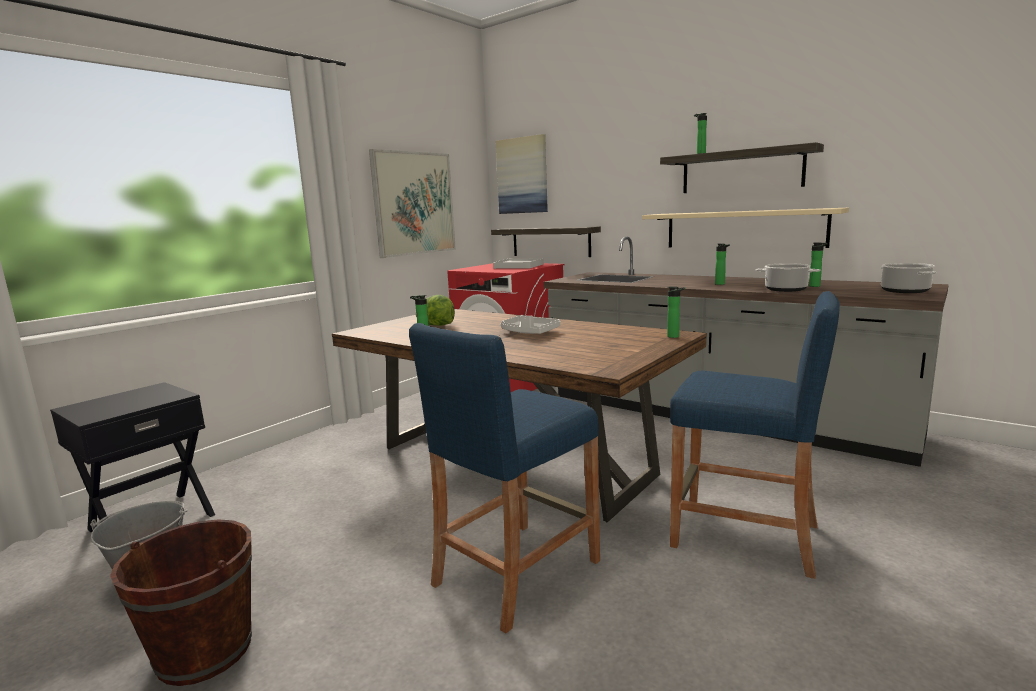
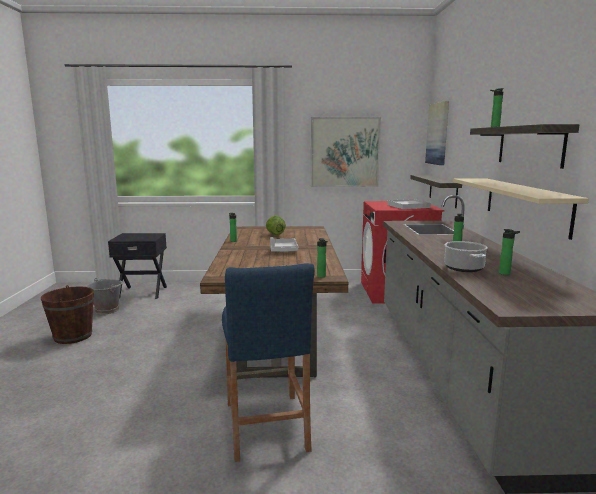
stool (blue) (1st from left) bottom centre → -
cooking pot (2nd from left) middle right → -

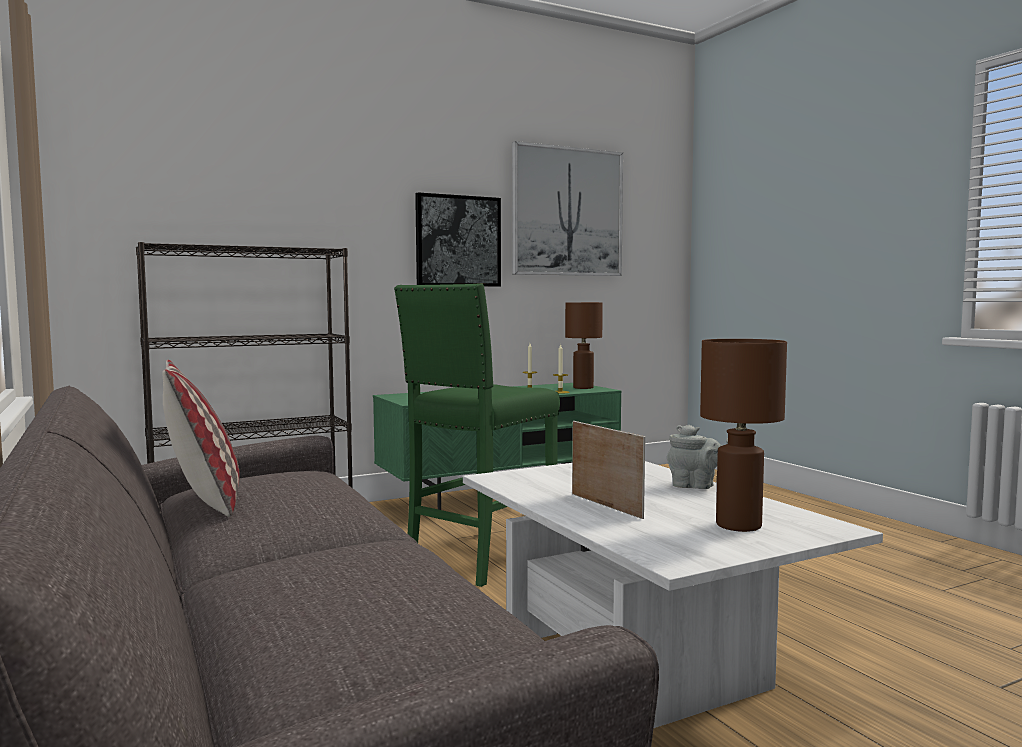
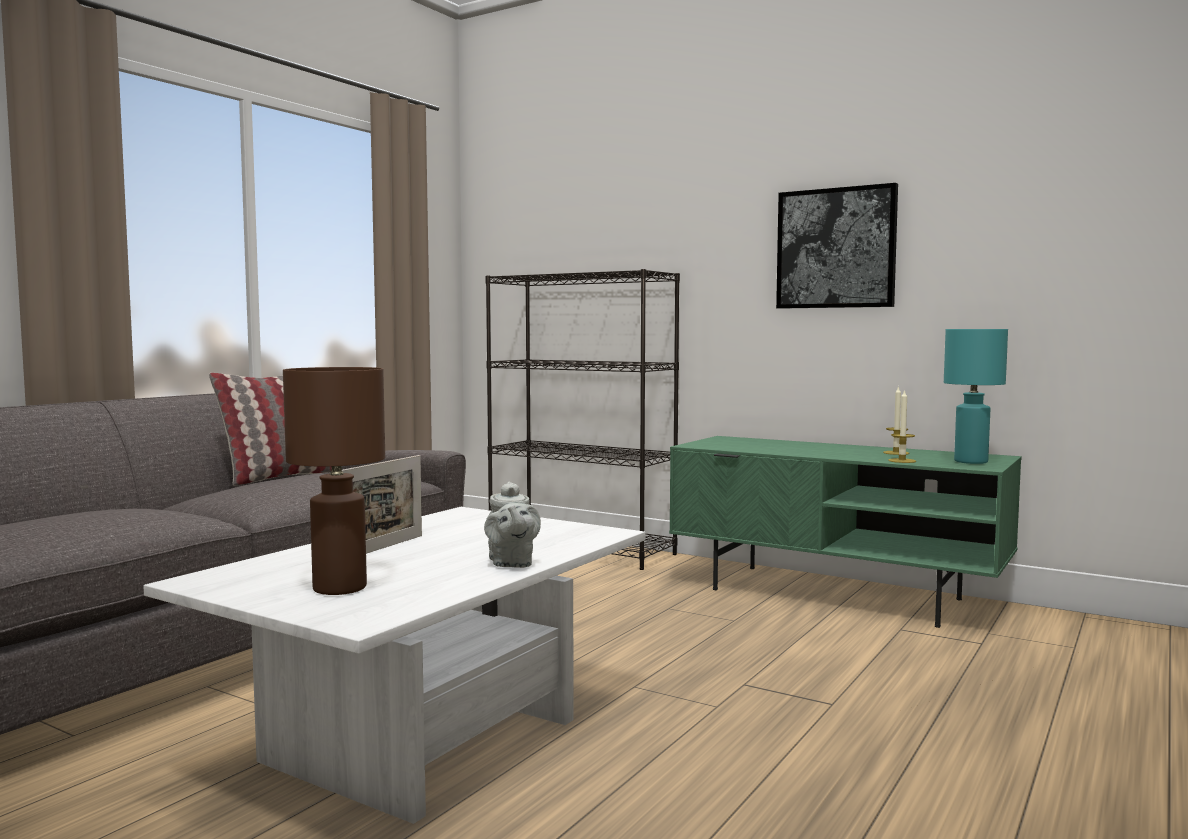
stool (green) centre → -
picture (2nd from left) top centre → -
table lamp (brown) (1st from left) centre → table lamp (turquoise) middle right

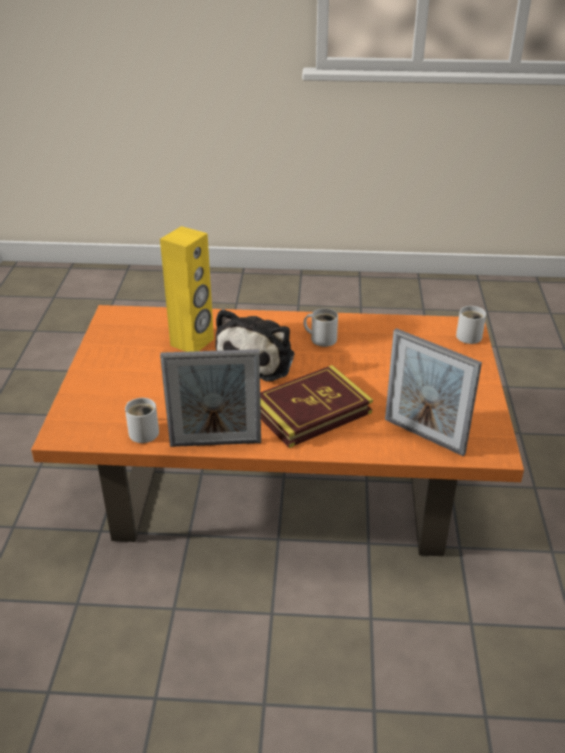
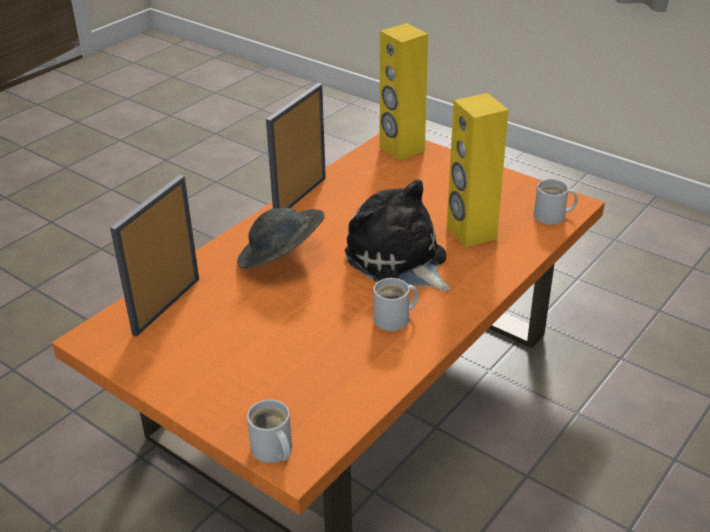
- → speaker (yellow) (1st from left) top centre
mug (white) (1st from left in the first image) middle left → mug (white) (3rd from left) middle right, move
book centre → hat (grey) centre
picture frame (2nd from left in the first image) middle right → picture frame (1st from left) middle left, 45 degrees counterclockwise

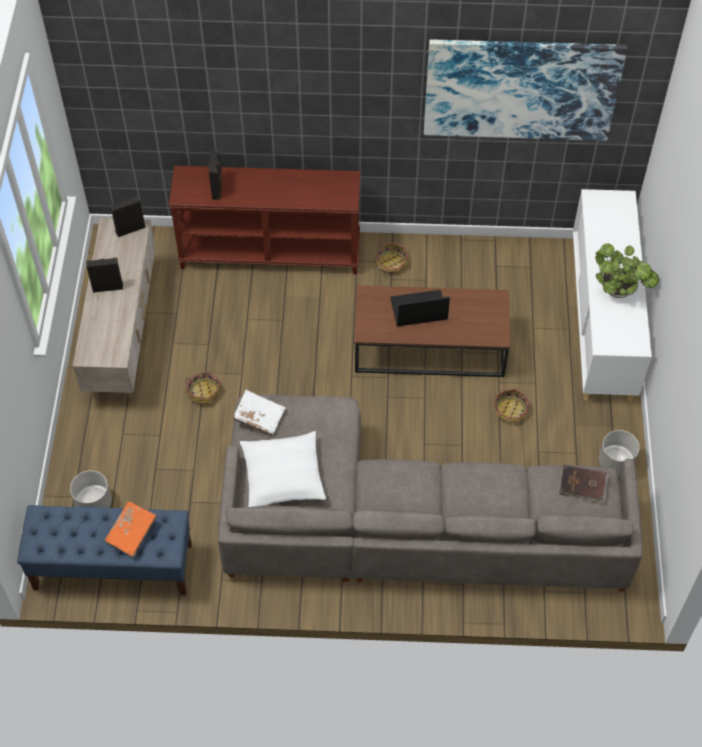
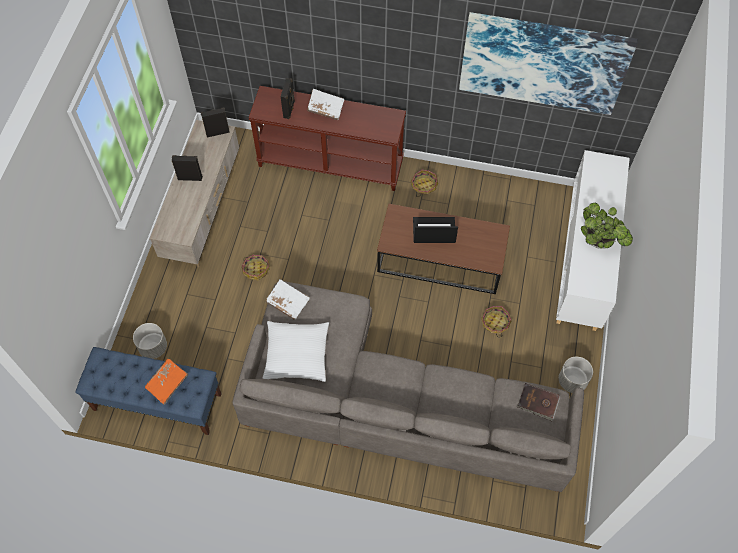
- → book (white) (2nd from left) top centre

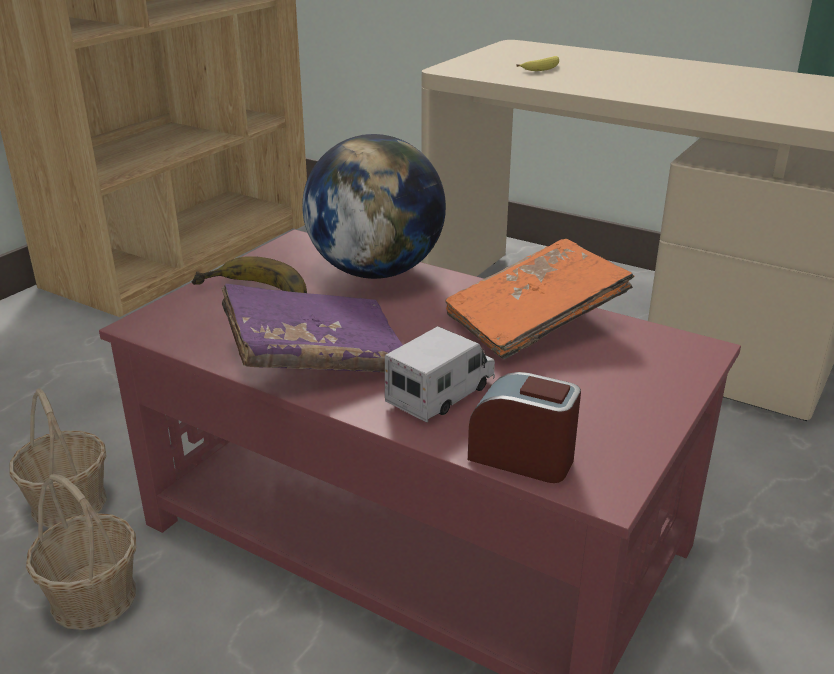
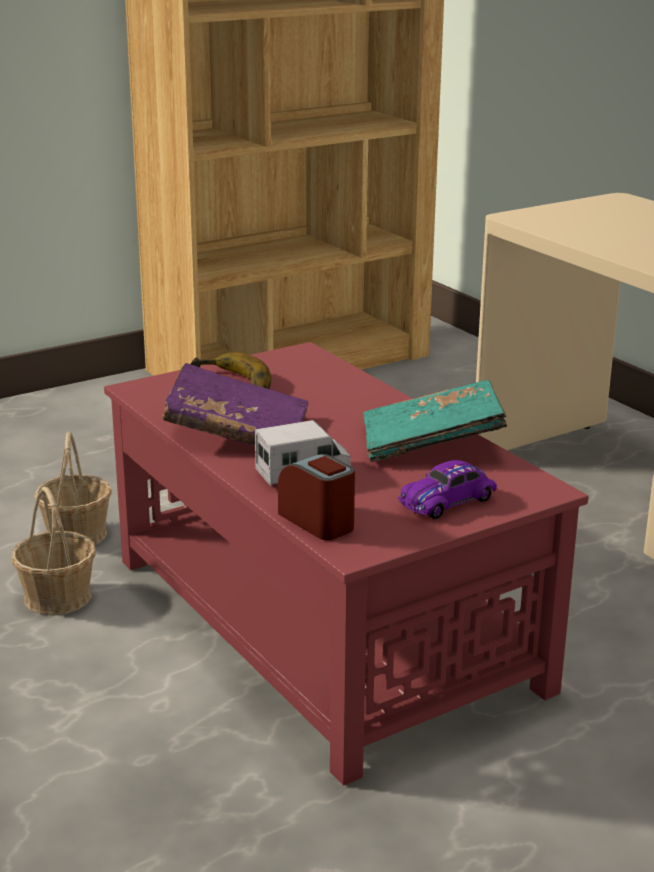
globe top centre → -
banana (2nd from left) top centre → -
- → toy car (purple) middle right
book (orange) centre → book (turquoise) centre

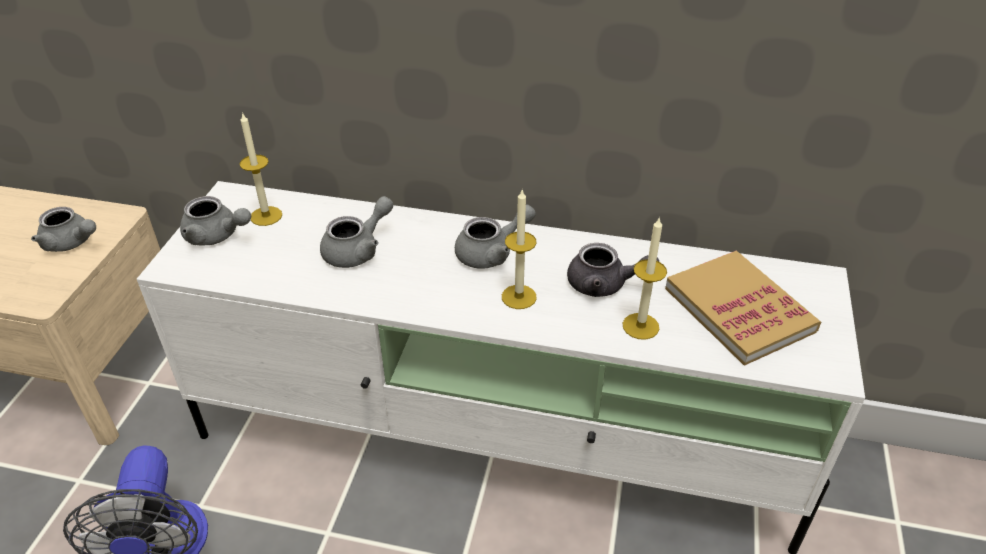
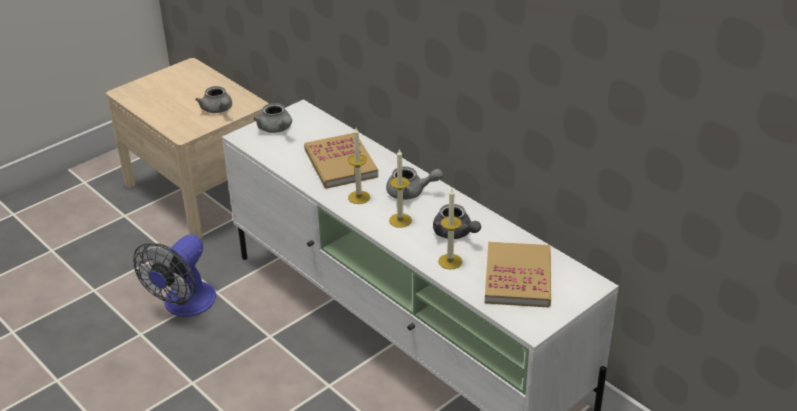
candle (1st from left) top left → candle (1st from left) centre, move
teapot (grey) (3rd from left) centre → book (1st from left) centre

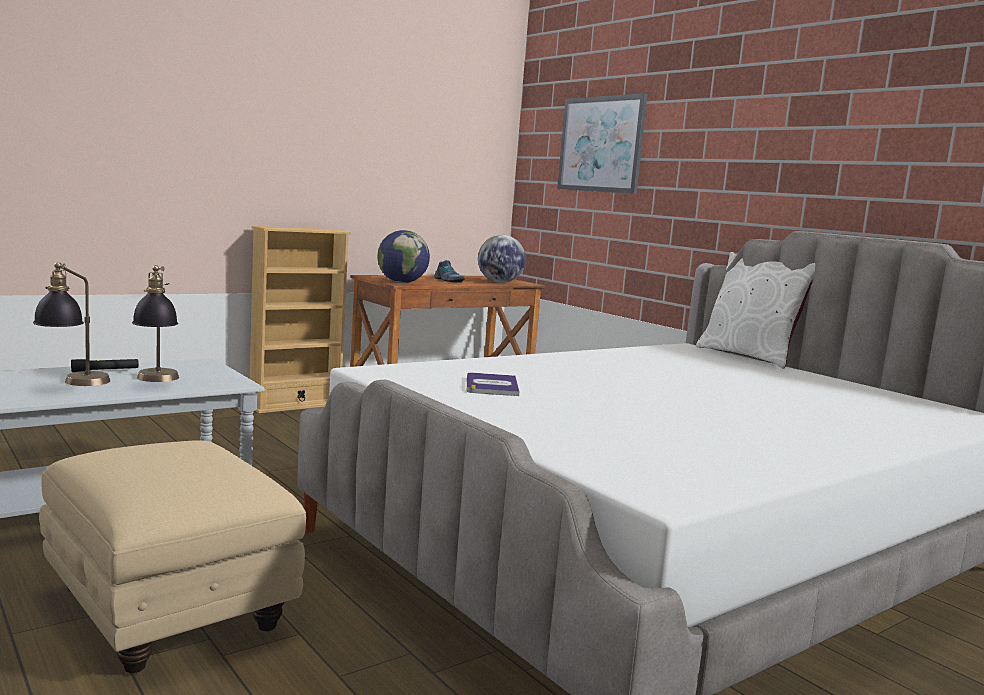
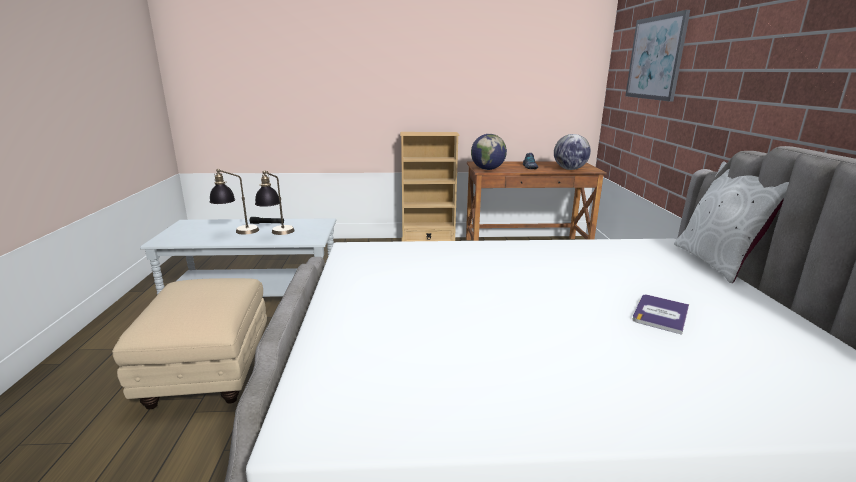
book centre → book middle right, move

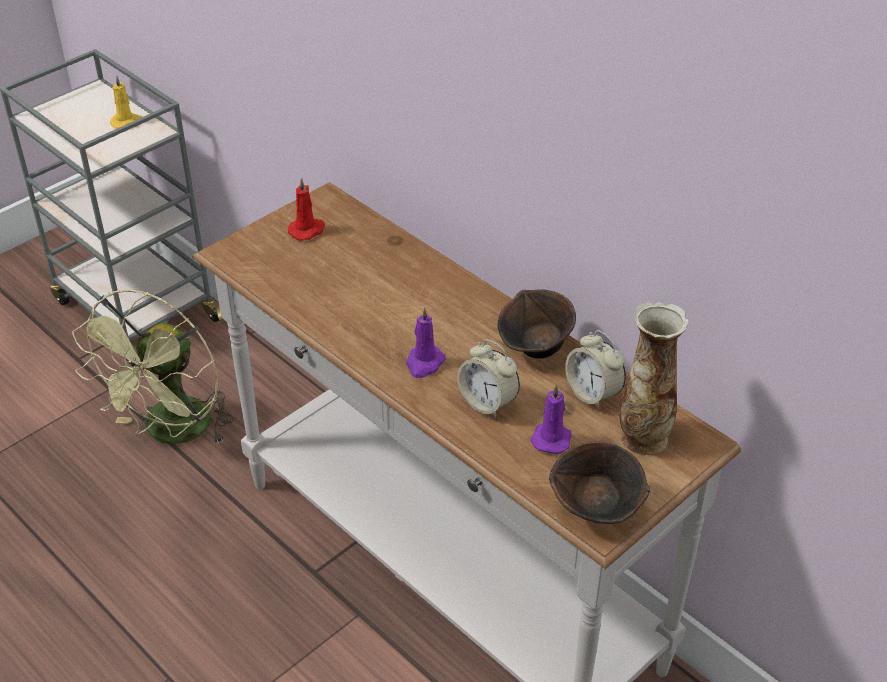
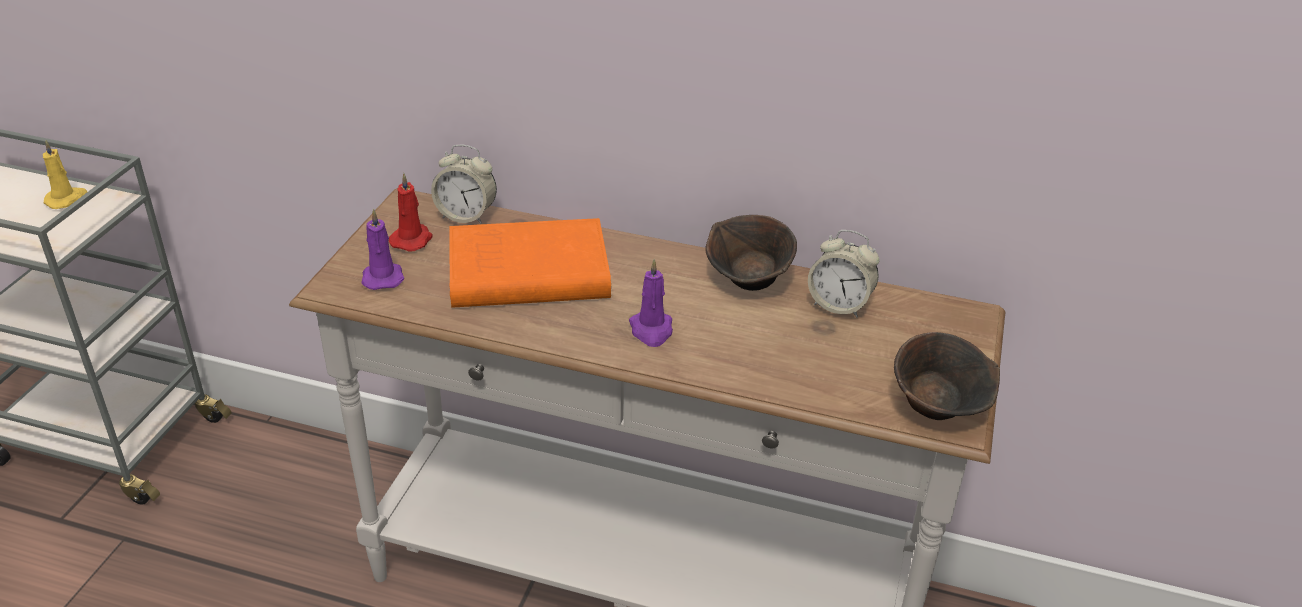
fan (green) middle left → -
vase middle right → -
- → book (orange) centre
alarm clock (1st from left) centre → alarm clock (1st from left) top centre, move
candle (purple) (2nd from left in the first image) centre → candle (purple) (1st from left) middle left, move

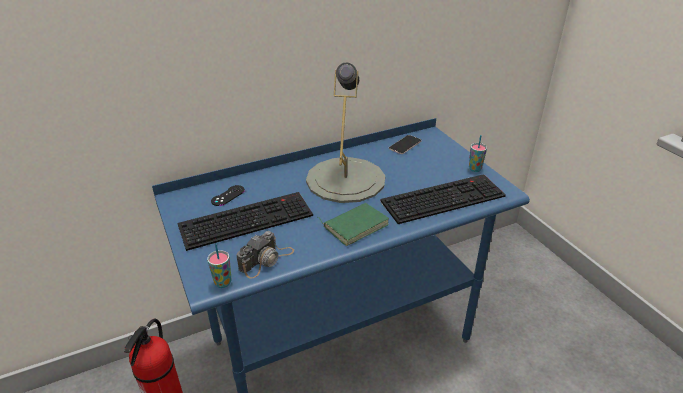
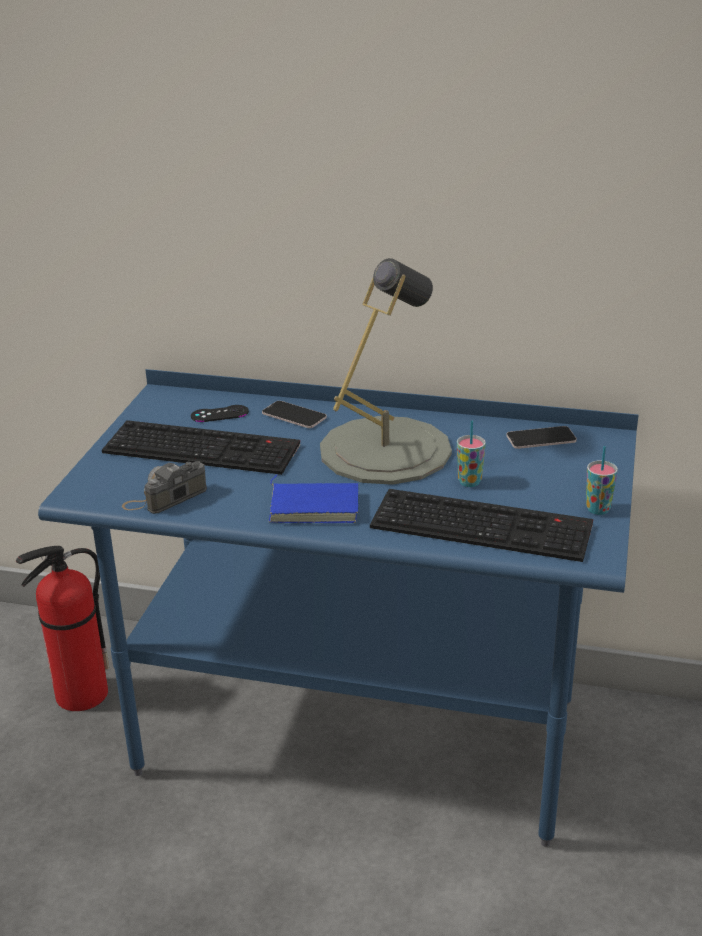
- → phone (1st from left) centre
cup (1st from left) bottom left → cup (1st from left) middle right, move
book (green) centre → book (blue) centre
photo camera centre → photo camera middle left, 150 degrees clockwise

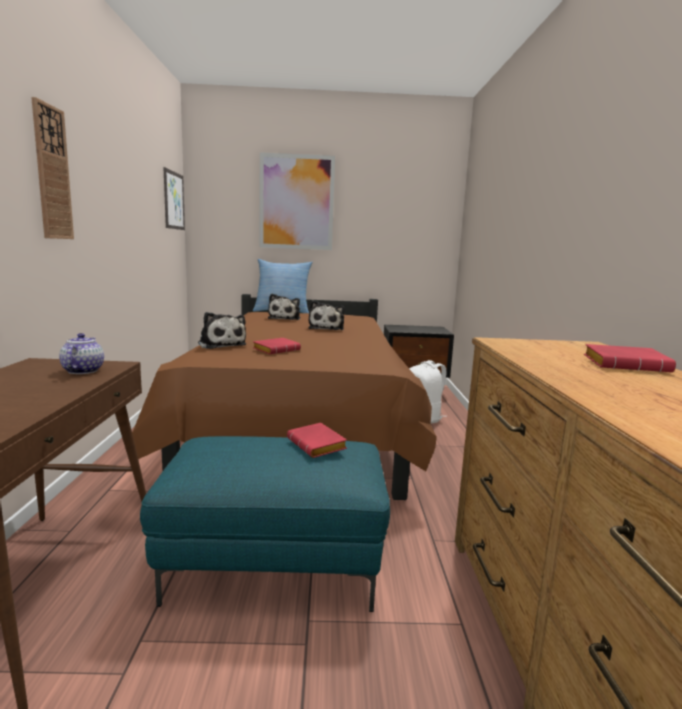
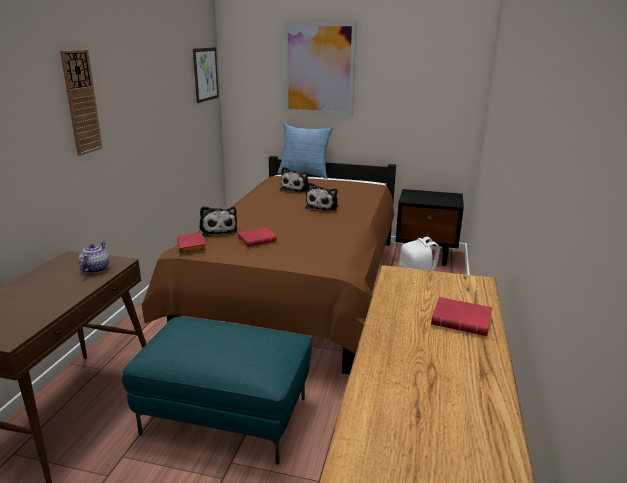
book (red) (2nd from left in the first image) centre → book (red) (1st from left) middle left, move

